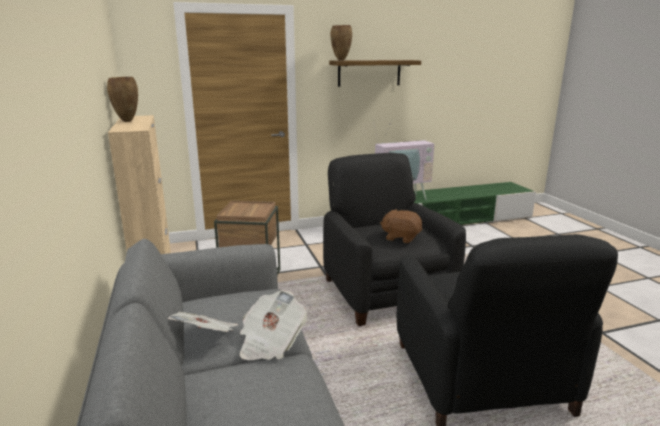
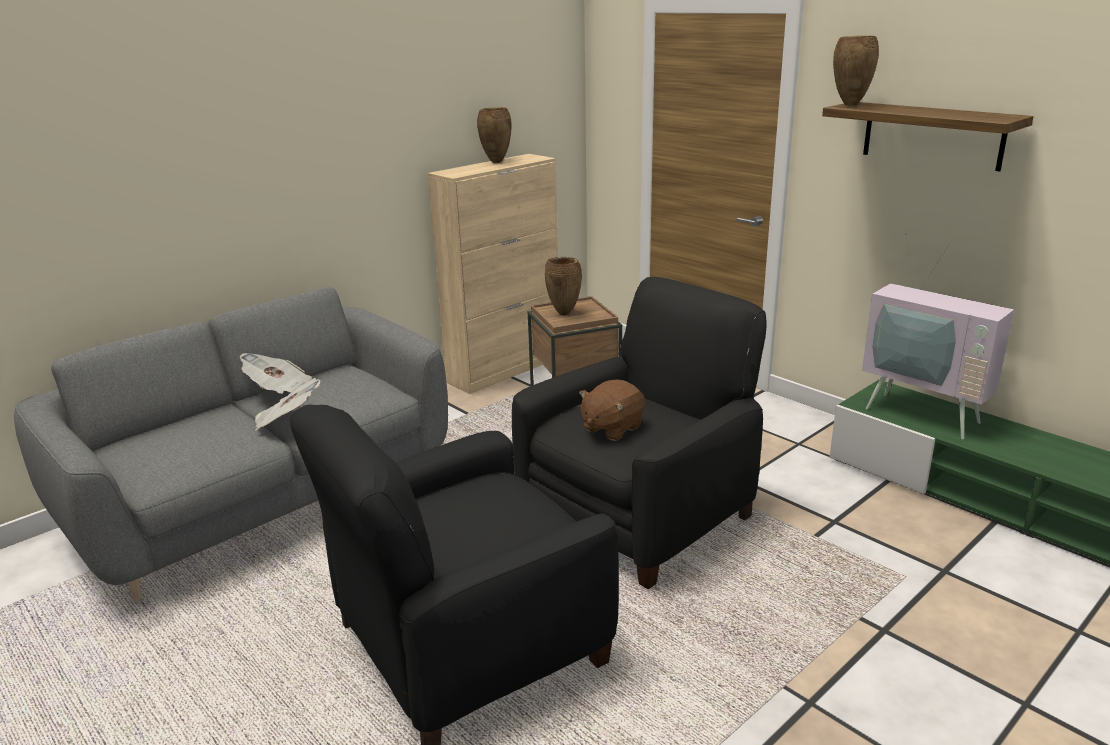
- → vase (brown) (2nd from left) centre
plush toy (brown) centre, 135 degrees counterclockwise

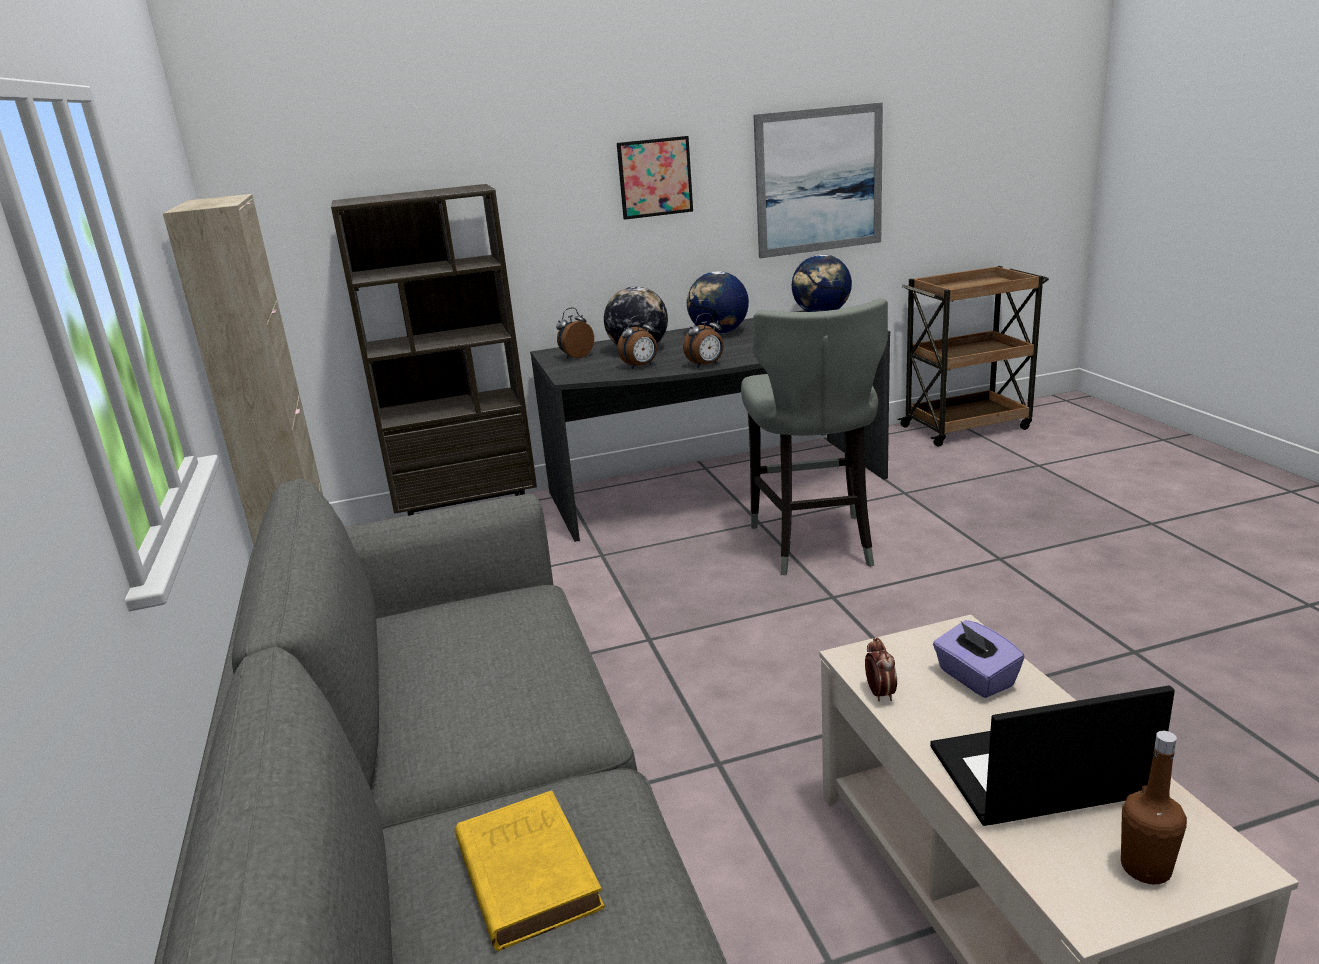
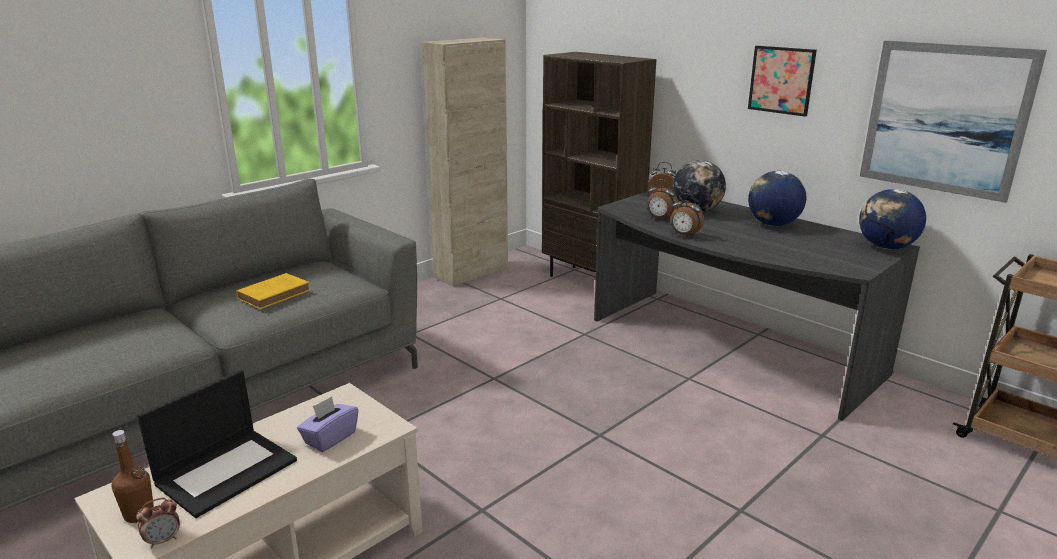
stool (grey) centre → -
book (yellow) bottom centre → book (yellow) middle left, move
alarm clock (4th from left in the first image) bottom right → alarm clock (1st from left) bottom left, move
laptop bottom right → laptop bottom left, 75 degrees clockwise

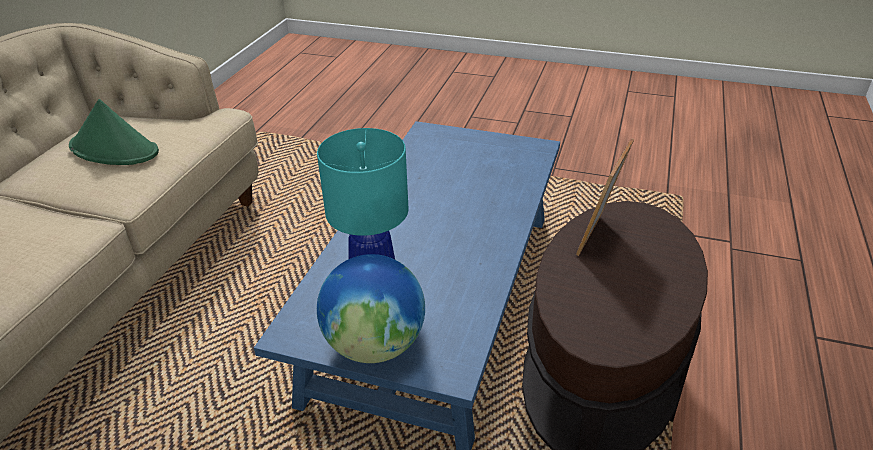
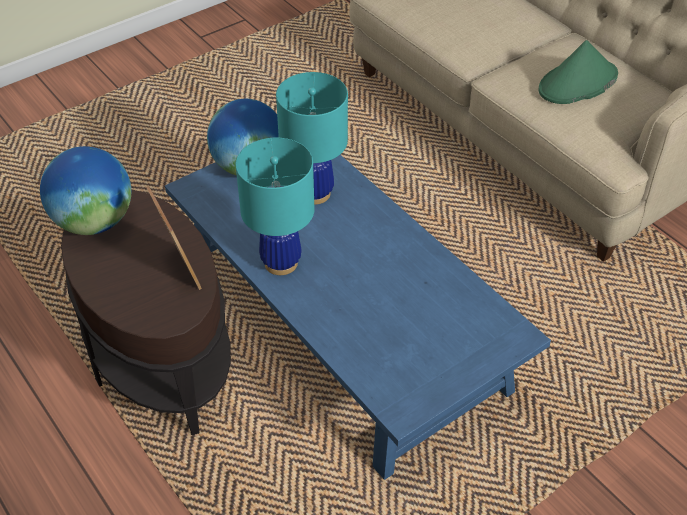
- → globe (1st from left) middle left
- → table lamp (turquoise) (1st from left) centre

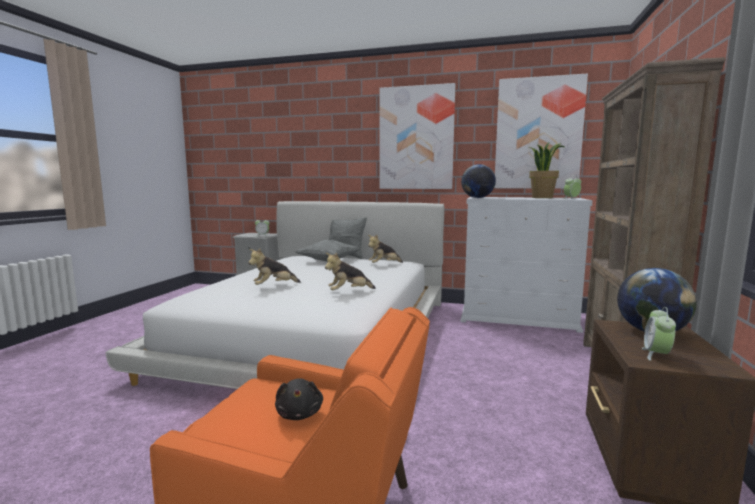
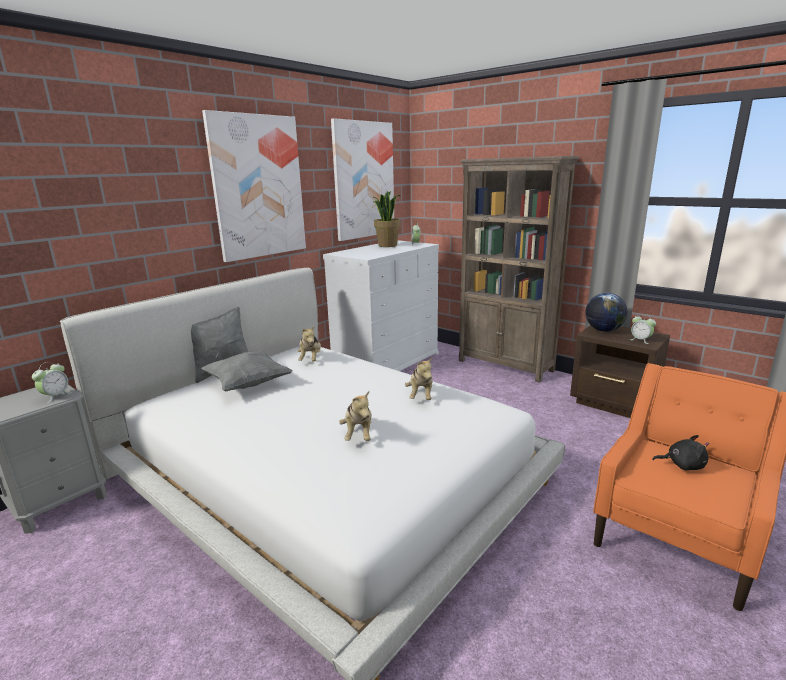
globe (1st from left) centre → -

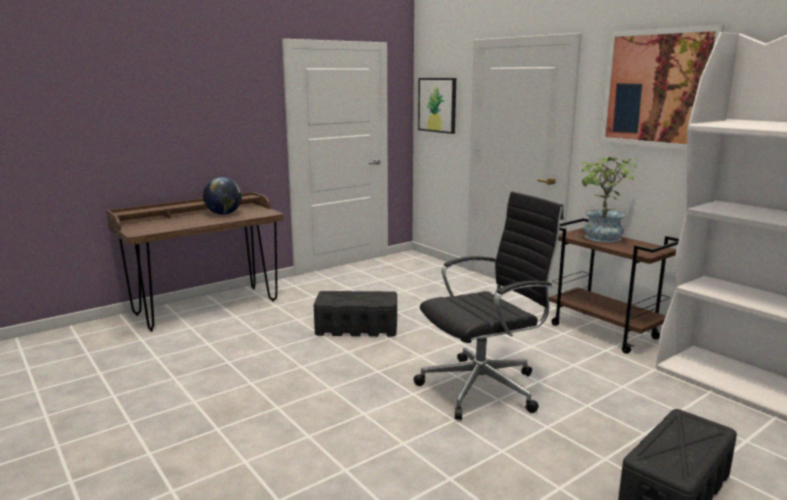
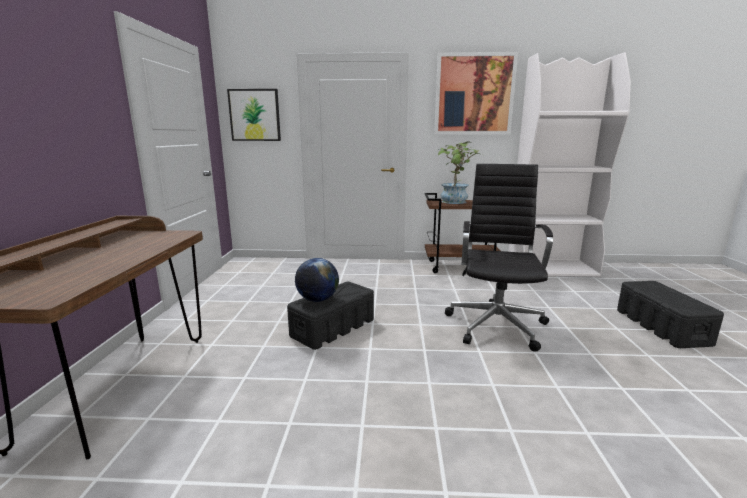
globe middle left → globe centre, move

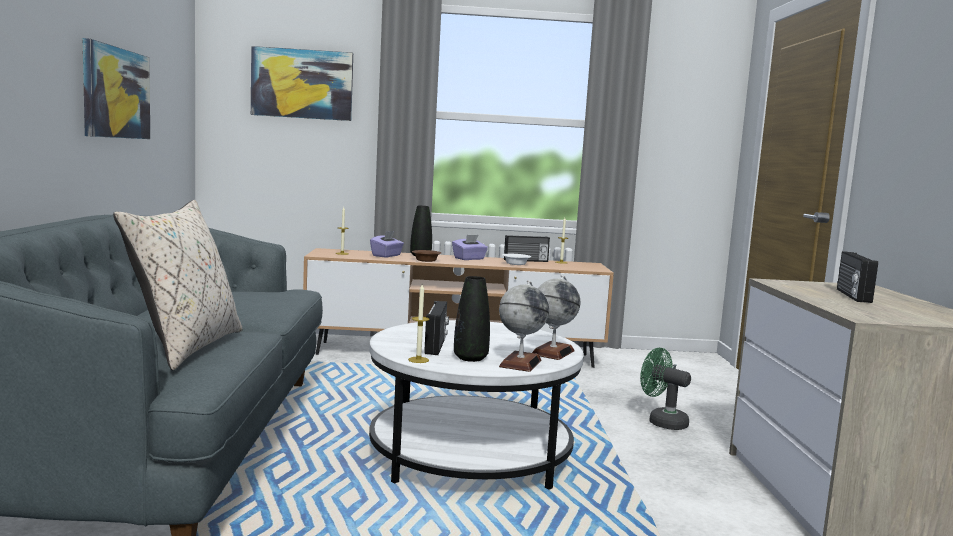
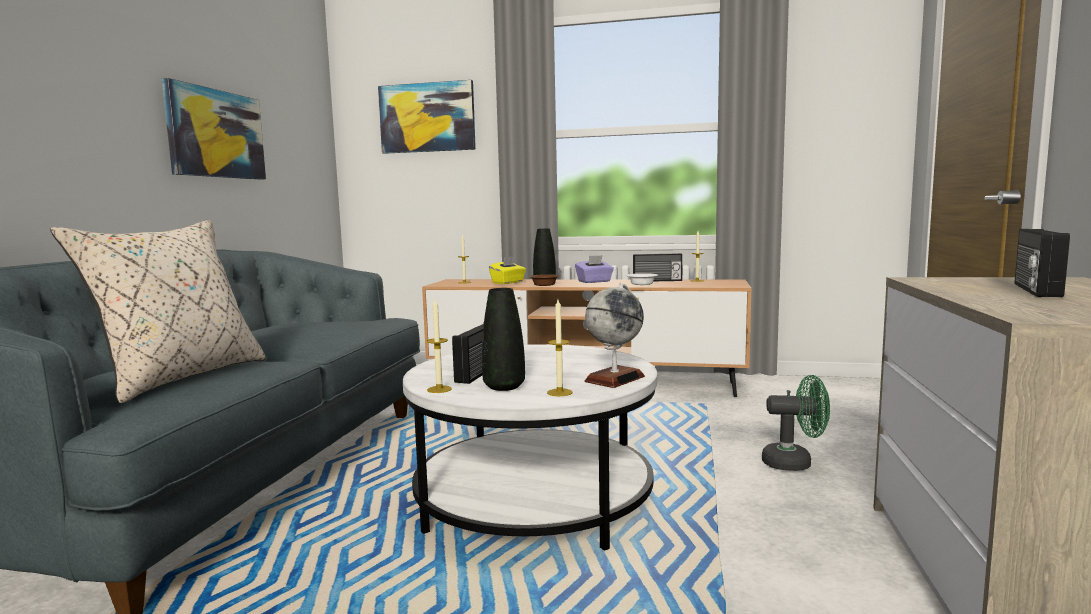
globe (1st from left) centre → candle (3rd from left) centre
tissue box (purple) (1st from left) centre → tissue box (yellow) centre
fan (green) bottom right, 135 degrees clockwise

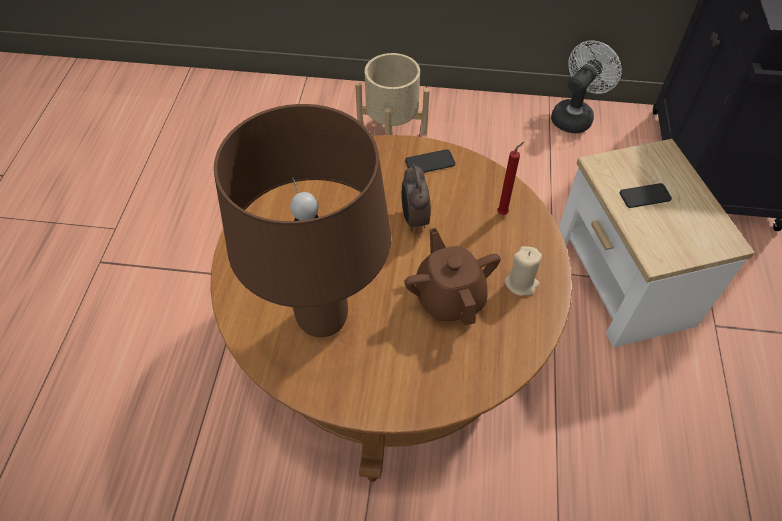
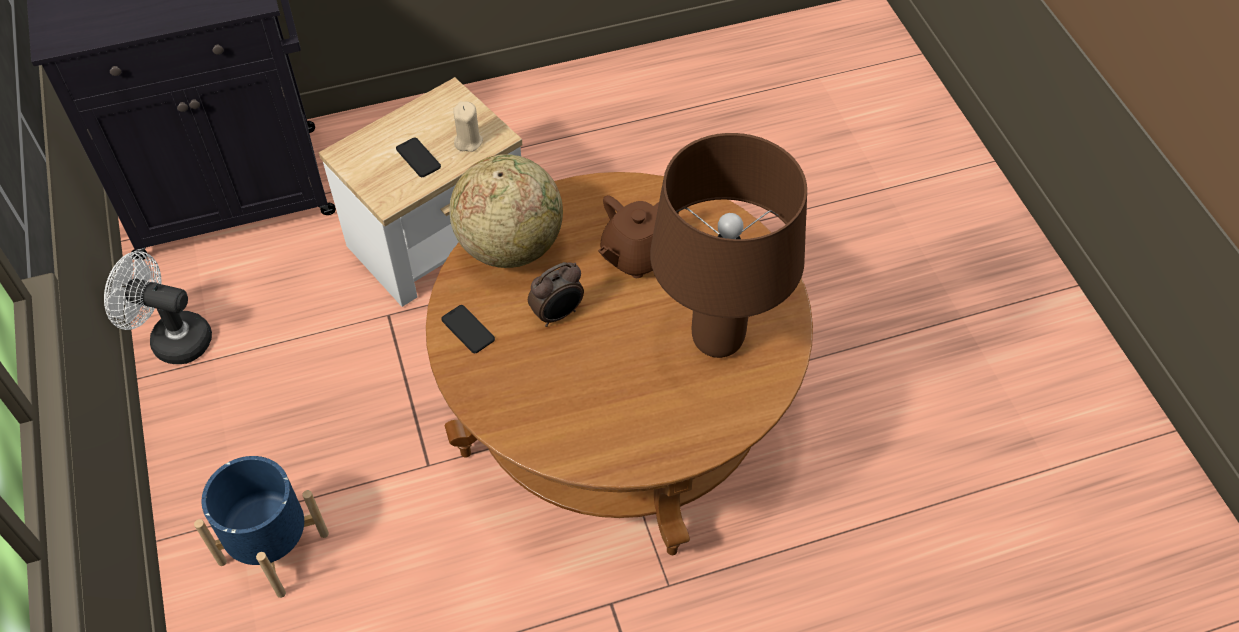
candle (beige) middle right → candle (beige) top centre, move
candle (red) centre → globe centre
planter (beige) top centre → planter (blue) bottom left

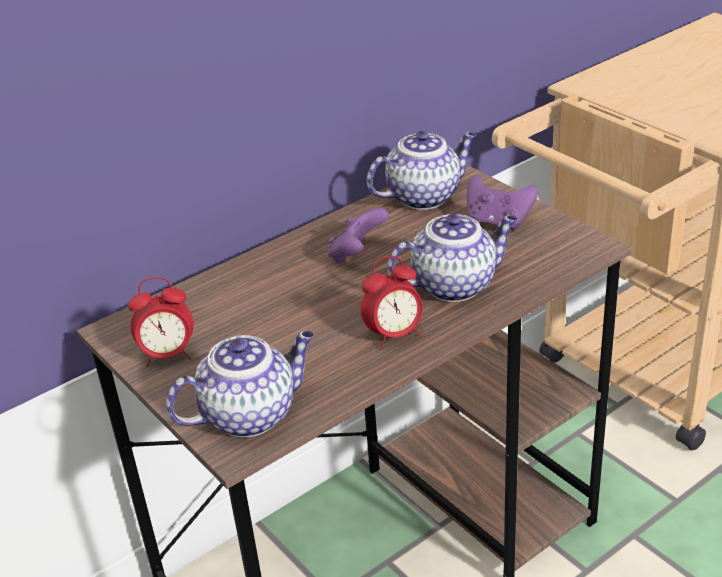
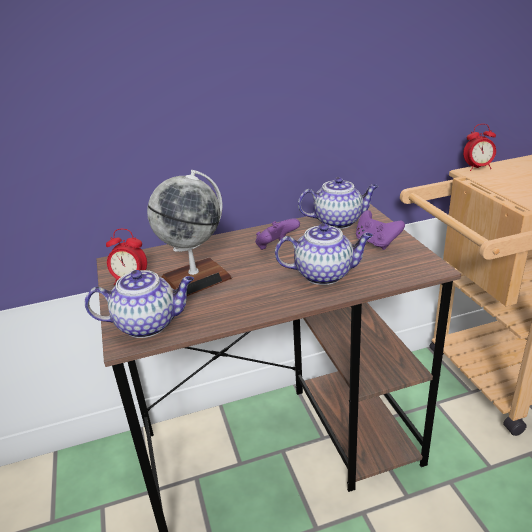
- → globe centre
alarm clock (2nd from left) centre → alarm clock (2nd from left) top right, move

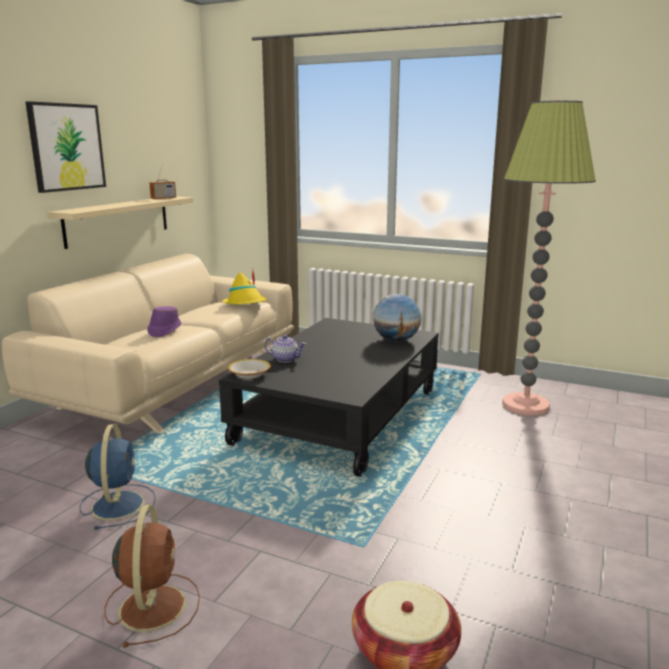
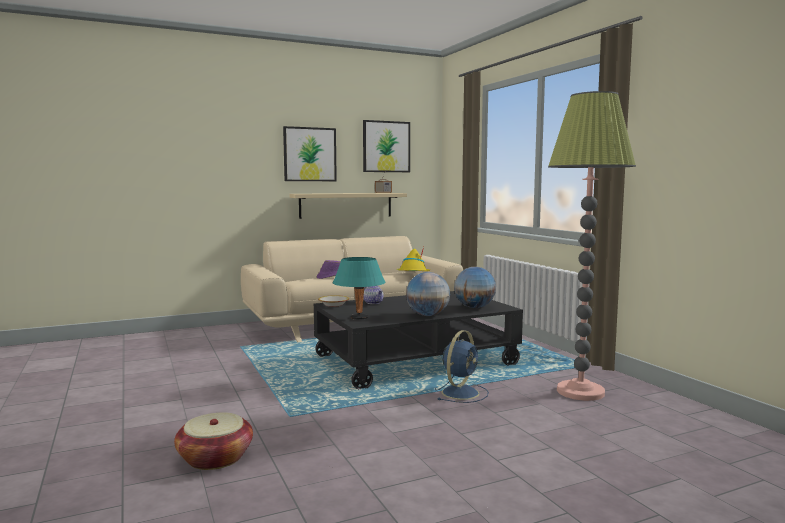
fan (brown) bottom left → -
- → table lamp (turquoise) centre
- → picture (2nd from left) top centre
- → globe (1st from left) centre
fan (blue) bottom left → fan (blue) bottom centre, move

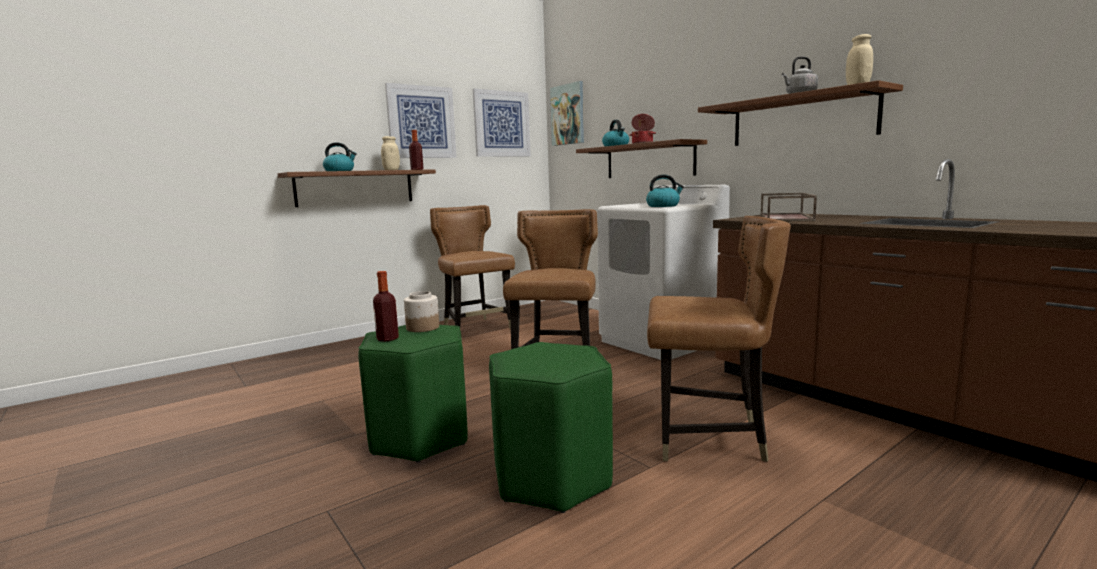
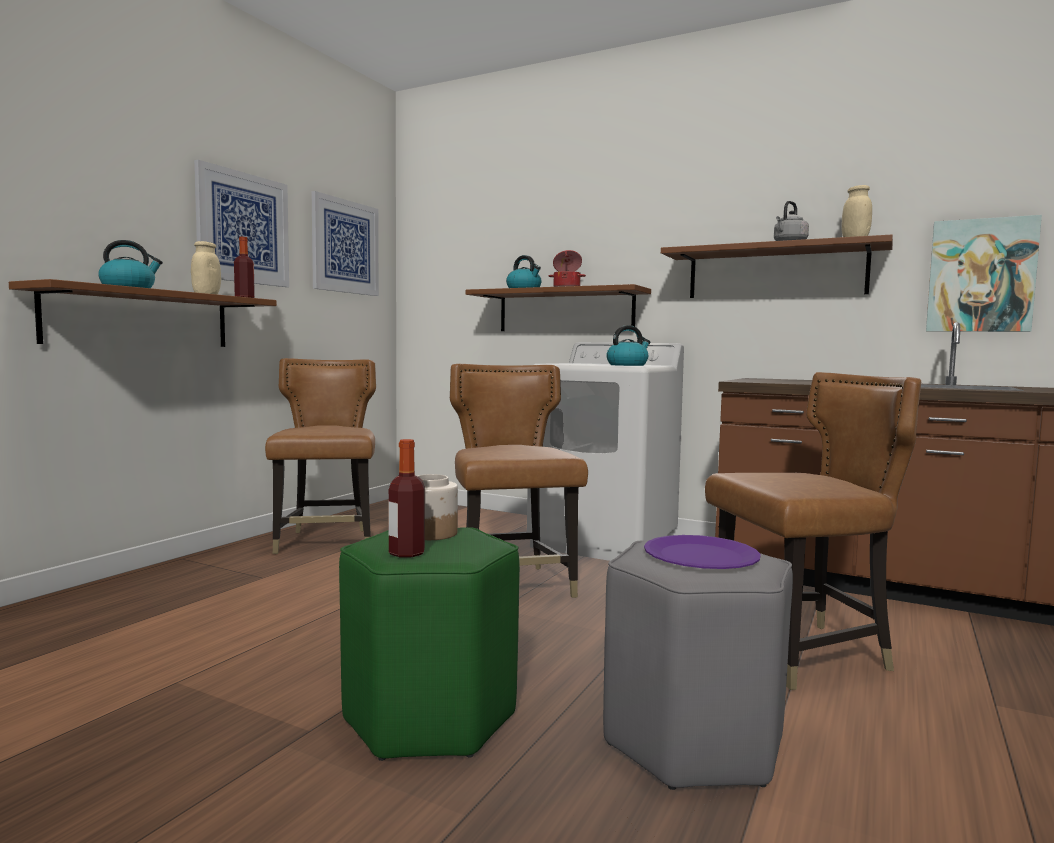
tray (brown) middle right → -
- → plate (purple) centre
picture (3rd from left) top centre → picture (3rd from left) top right, move
stool (green) (2nd from left) bottom centre → stool (grey) bottom centre
chair (brown) (1st from left) centre → chair (brown) (1st from left) middle left, 45 degrees clockwise

